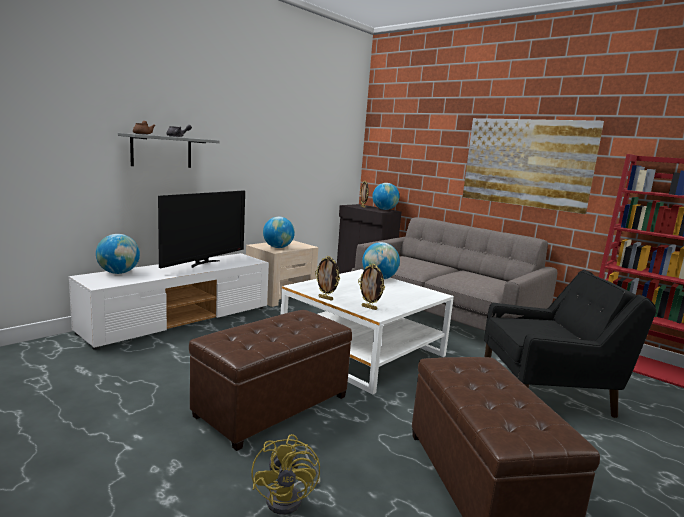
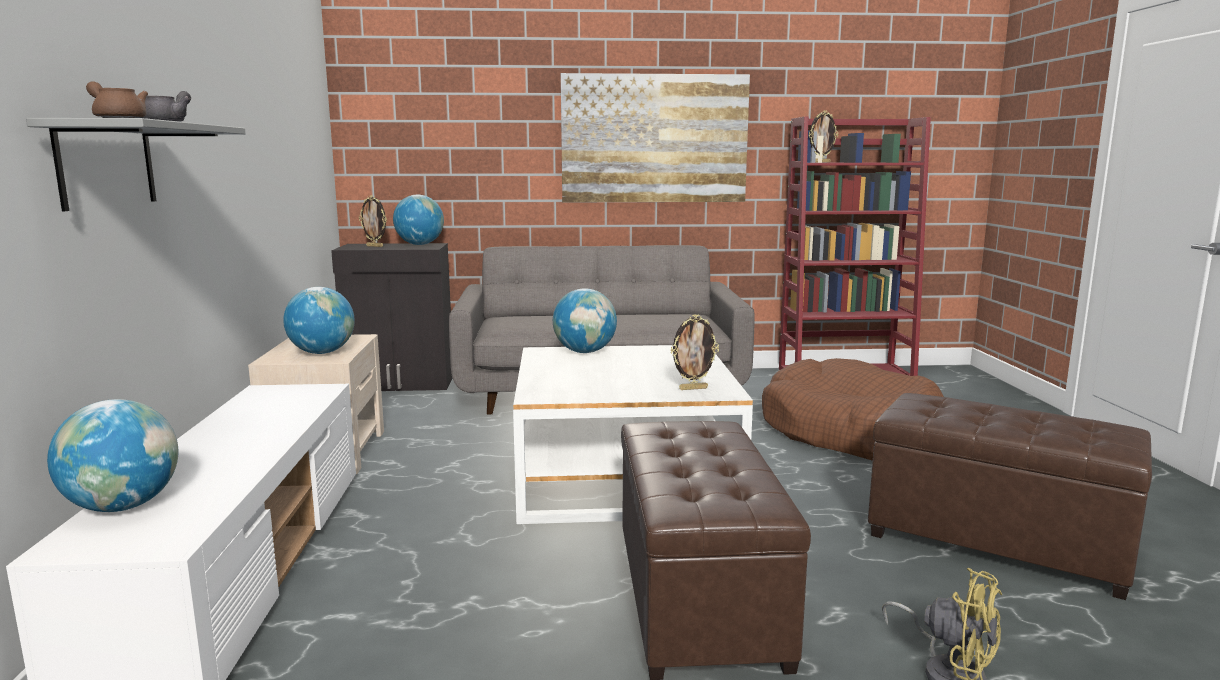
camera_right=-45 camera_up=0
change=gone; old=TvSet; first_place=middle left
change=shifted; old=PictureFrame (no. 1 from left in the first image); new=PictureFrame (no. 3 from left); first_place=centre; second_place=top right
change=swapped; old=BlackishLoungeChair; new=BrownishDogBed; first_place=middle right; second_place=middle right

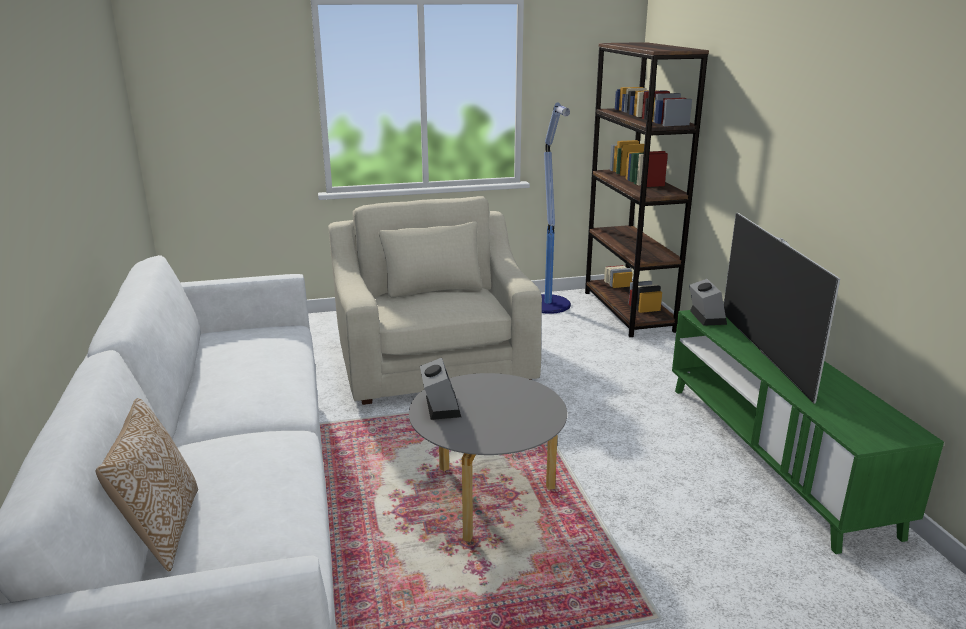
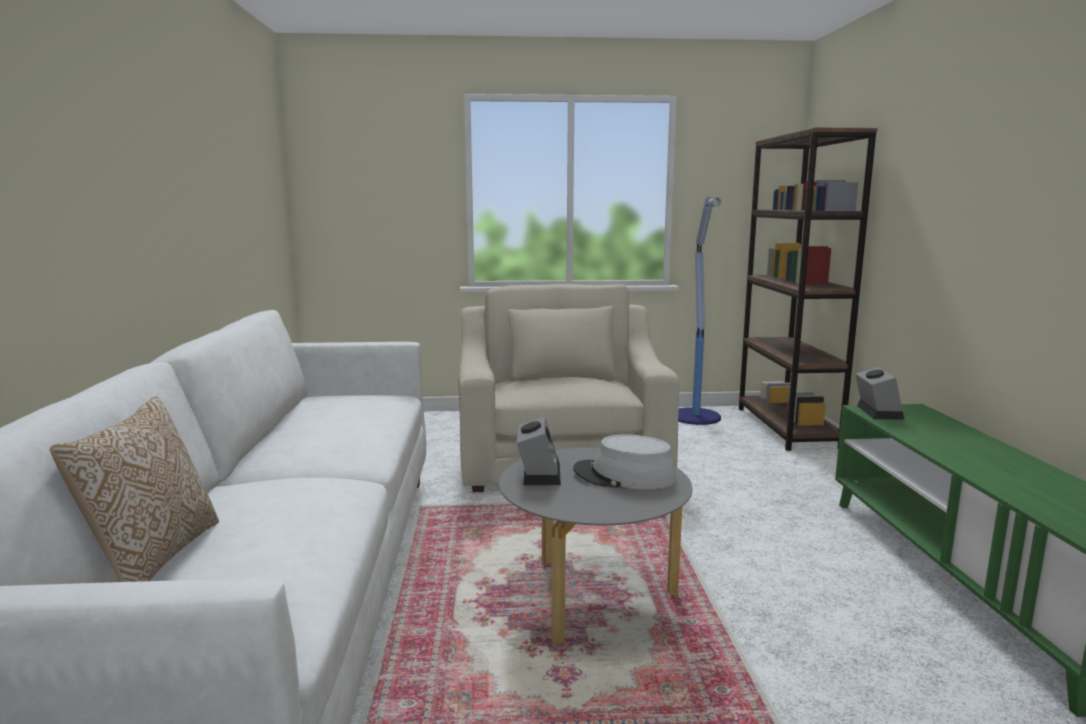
camera_right=10 camera_up=-10
change=gone; old=TvSet; first_place=middle right
change=new; new=GrayHat; second_place=centre

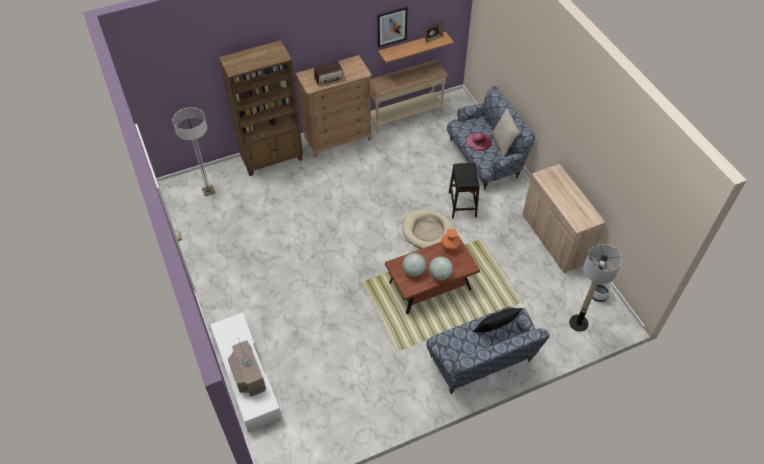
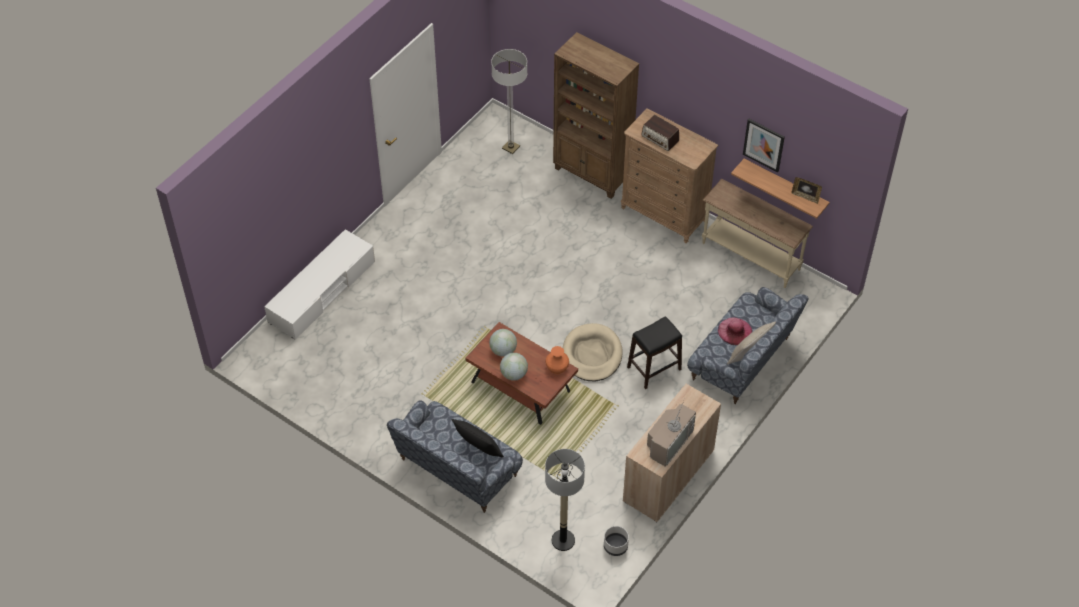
camera_right=60 camera_up=0
change=shifted; old=TvSet; first_place=bottom left; second_place=bottom centre

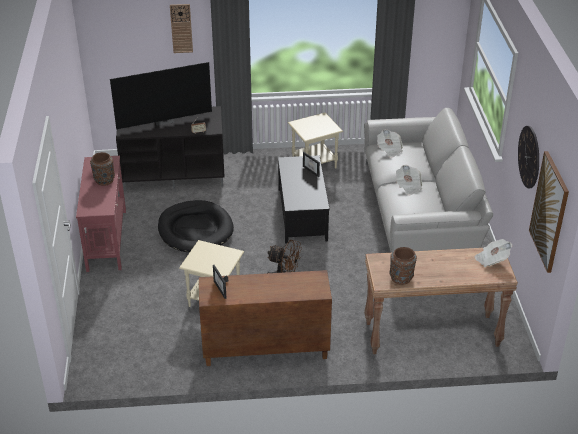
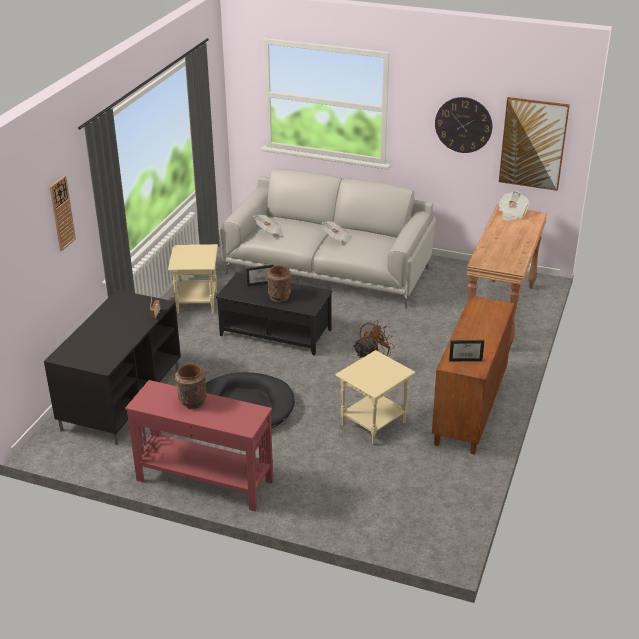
camera_right=-65 camera_up=-5
change=gone; old=TvSet; first_place=top left
change=shifted; old=BrownishFlowerVase (no. 2 from left); first_place=middle right; second_place=centre

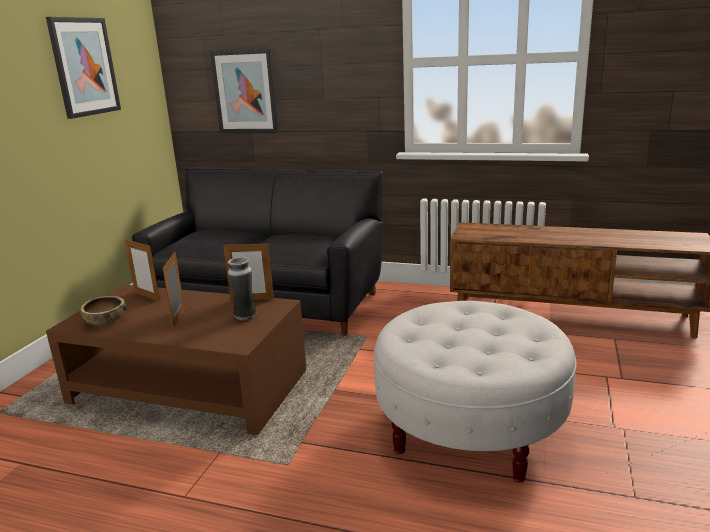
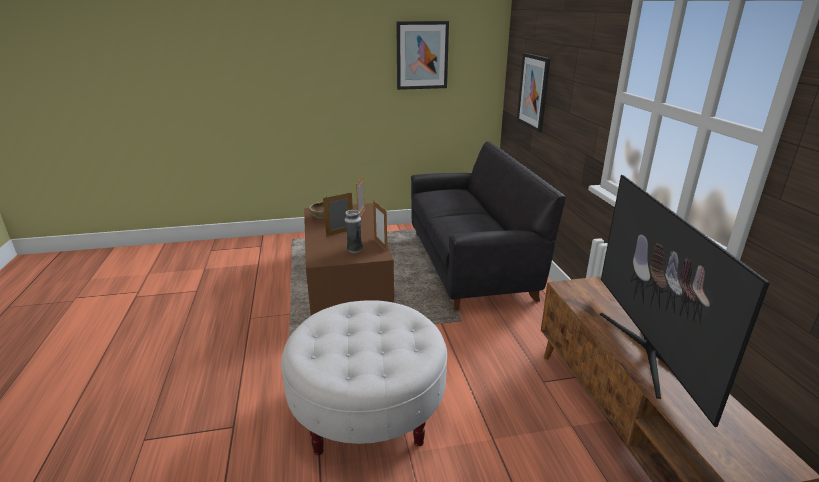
camera_right=60 camera_up=5
change=new; new=TvSet; second_place=middle right

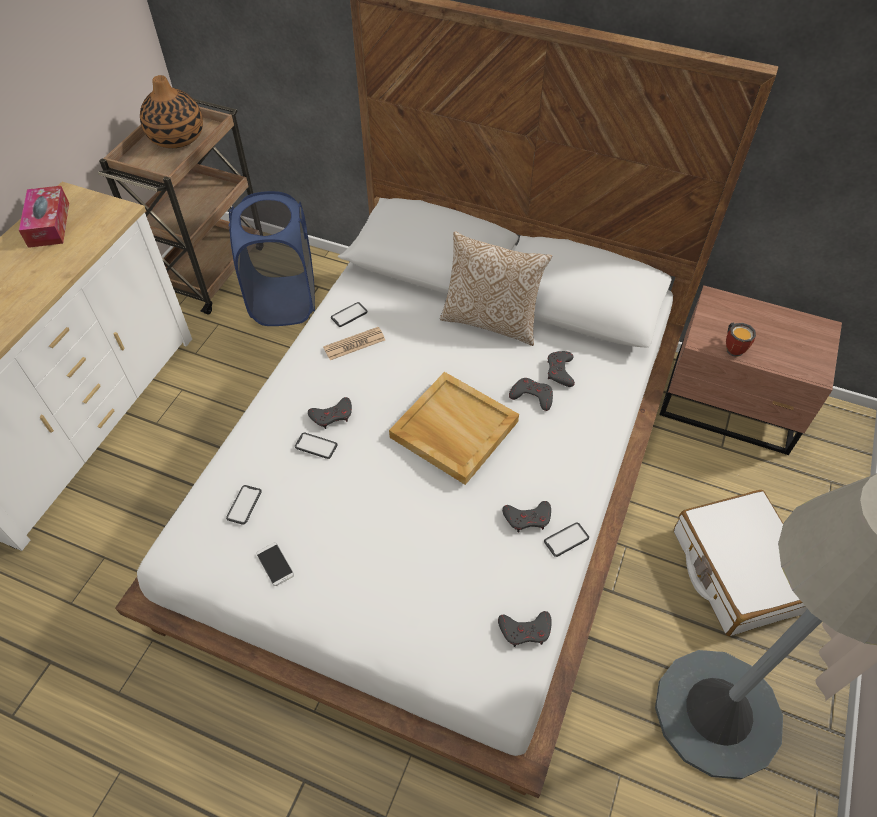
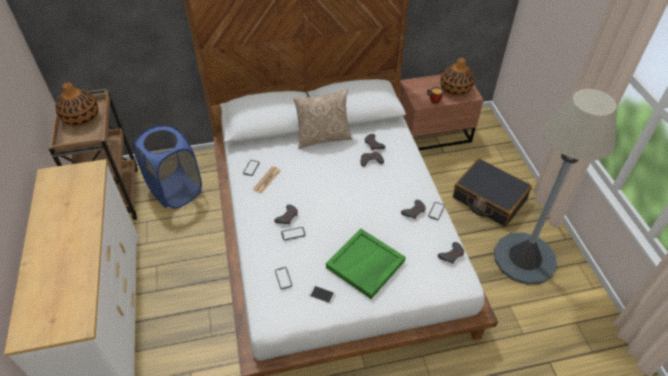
camera_right=-35 camera_up=-5
change=gone; old=TissueBox; first_place=top left
change=gone; old=BeigeCarryingTray; first_place=centre
change=repainted; old=WhitishTravelCase; new=BlackishTravelCase; first_place=bottom right; second_place=middle right
change=new; new=FlowerVase (no. 2 from left); second_place=top right
change=new; new=GreenCarryingTray; second_place=bottom centre

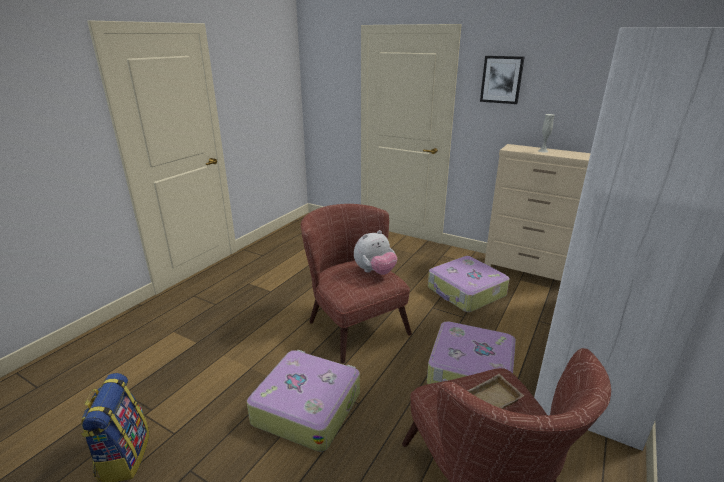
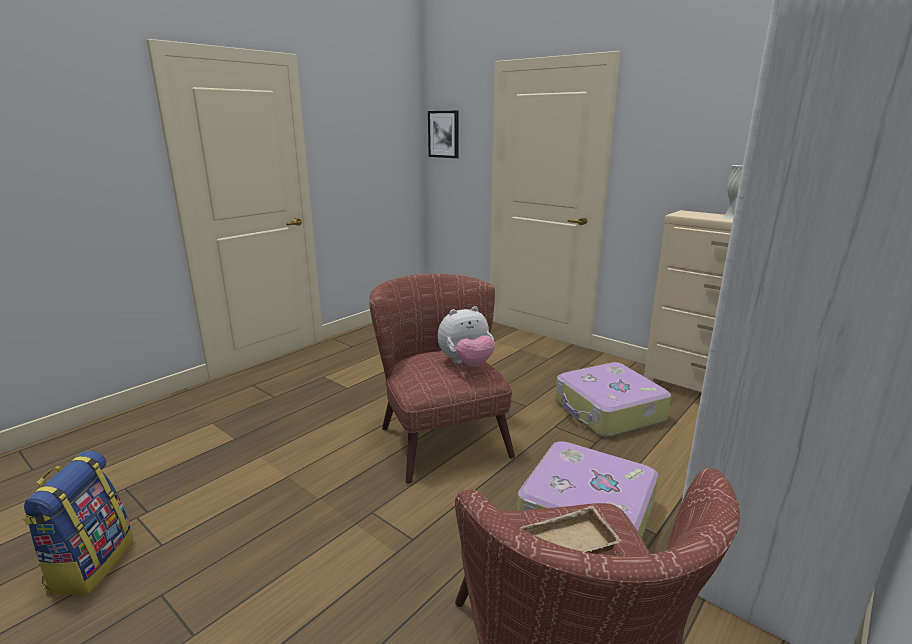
camera_right=10 camera_up=-5
change=shifted; old=WallPicture; first_place=top right; second_place=top centre
change=gone; old=TravelCase (no. 1 from left); first_place=bottom centre

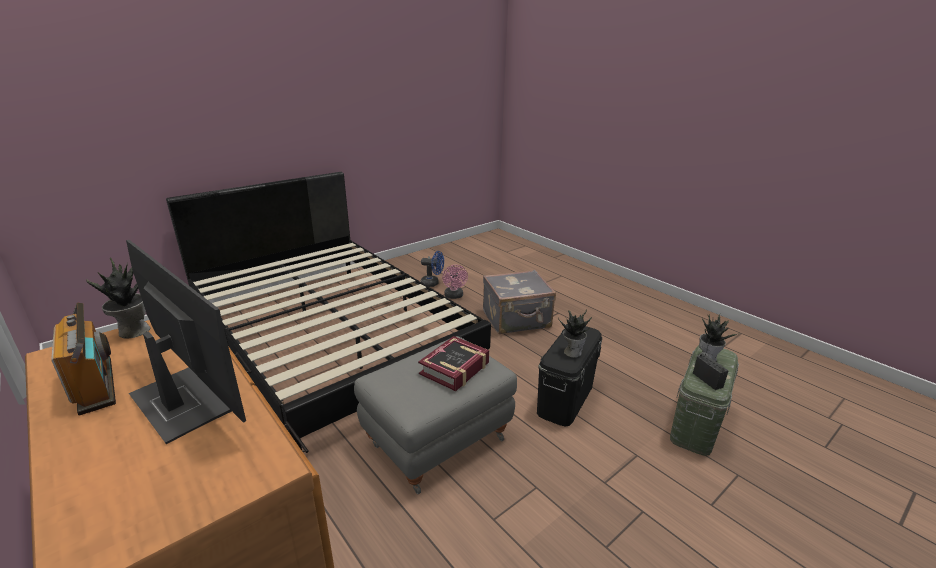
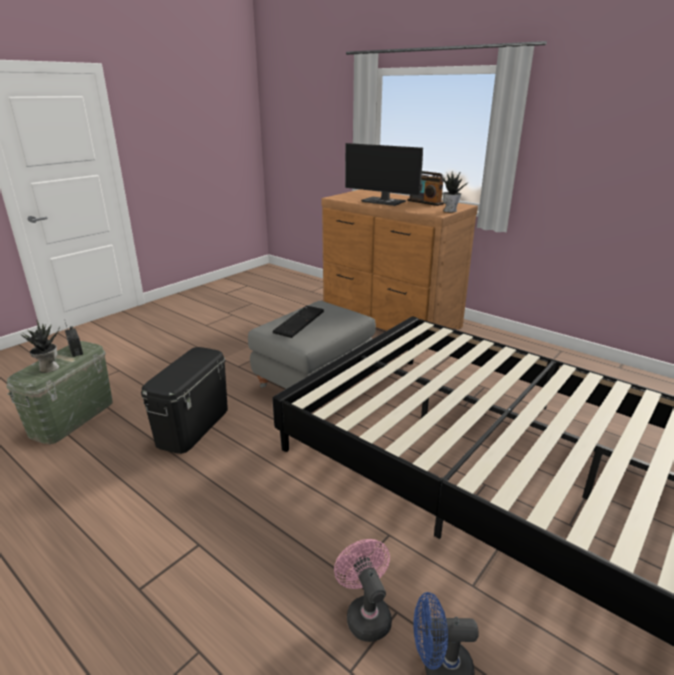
camera_right=170 camera_up=0
change=gone; old=GrayTravelCase; first_place=centre
change=gone; old=PottedPlant (no. 2 from left); first_place=centre
change=swapped; old=Book; new=ComputerKeyboard; first_place=centre; second_place=centre

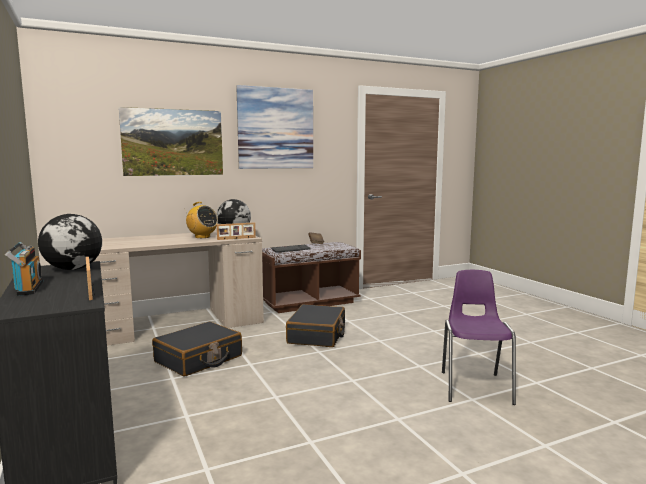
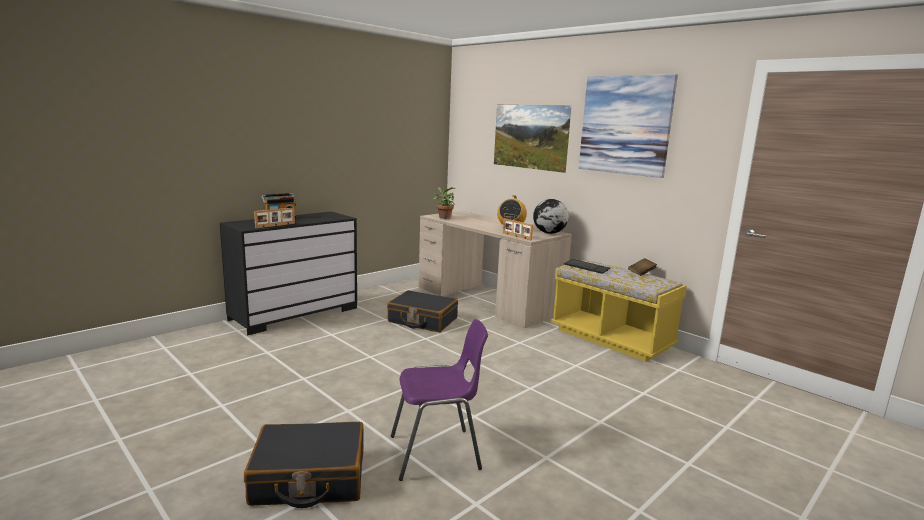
camera_right=70 camera_up=5
change=gone; old=Globe (no. 1 from left); first_place=middle left
change=repainted; old=BrownishBench; new=YellowishBench; first_place=centre; second_place=middle right
change=shifted; old=BlackishTravelCase (no. 2 from left in the first image); new=BlackishTravelCase (no. 1 from left); first_place=bottom centre; second_place=bottom left
change=new; new=PottedPlant; second_place=centre

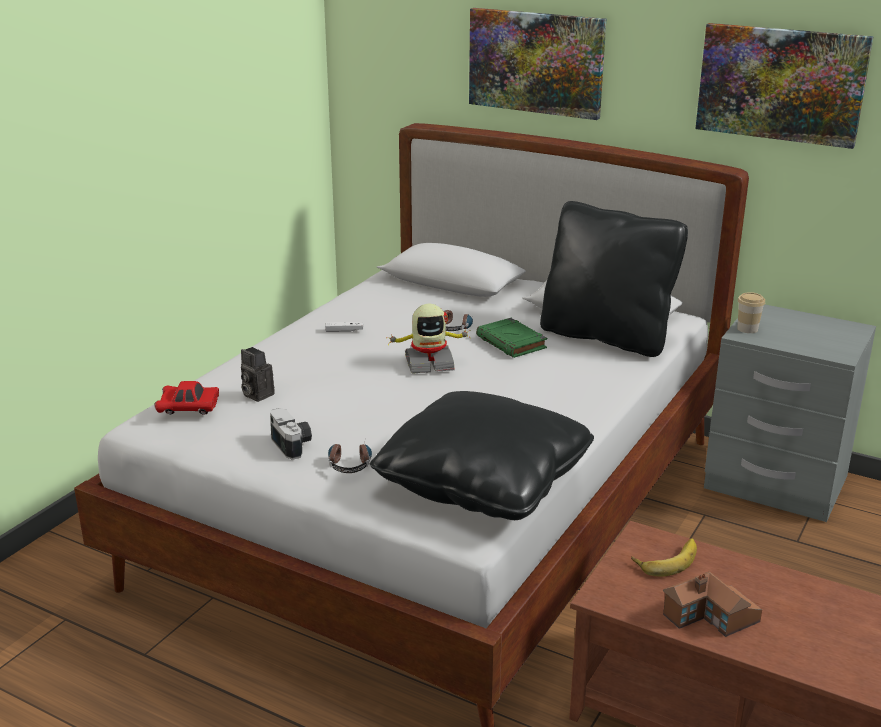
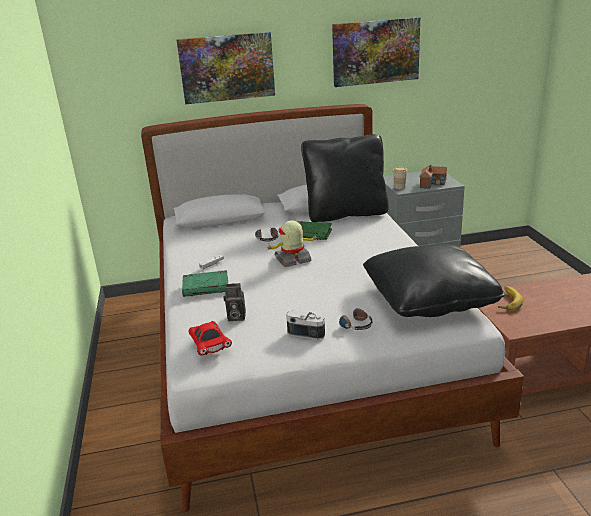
camera_right=-40 camera_up=0
change=rotated; old=RobotFigure; first_place=centre; second_place=centre; degrees=-150
change=rotated; old=RedColouredModelCar; first_place=middle left; second_place=centre; degrees=-75
change=shifted; old=MiniatureHouse; first_place=bottom right; second_place=middle right
change=new; new=GreenBook (no. 1 from left); second_place=centre

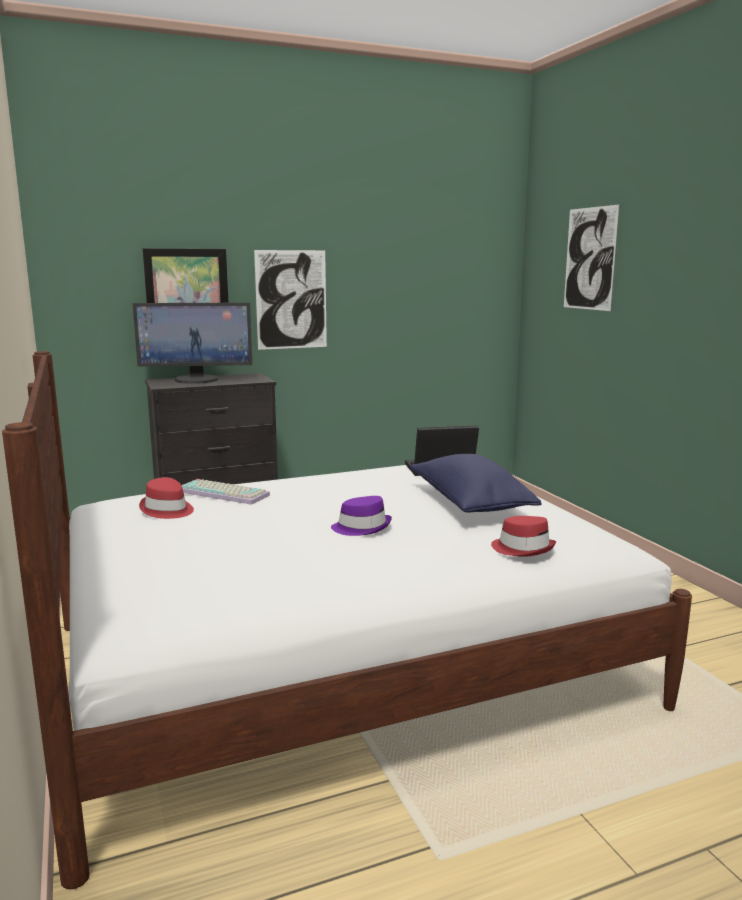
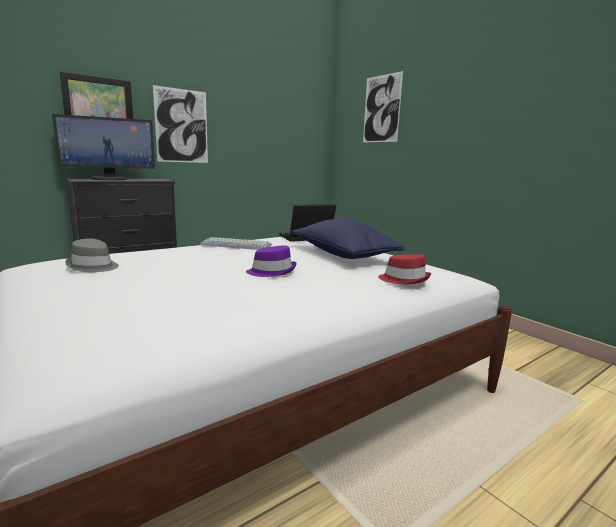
camera_right=-15 camera_up=0
change=repainted; old=RedColouredHat (no. 1 from left); new=GrayHat; first_place=middle left; second_place=middle left
change=shifted; old=ComputerKeyboard; first_place=middle left; second_place=centre

